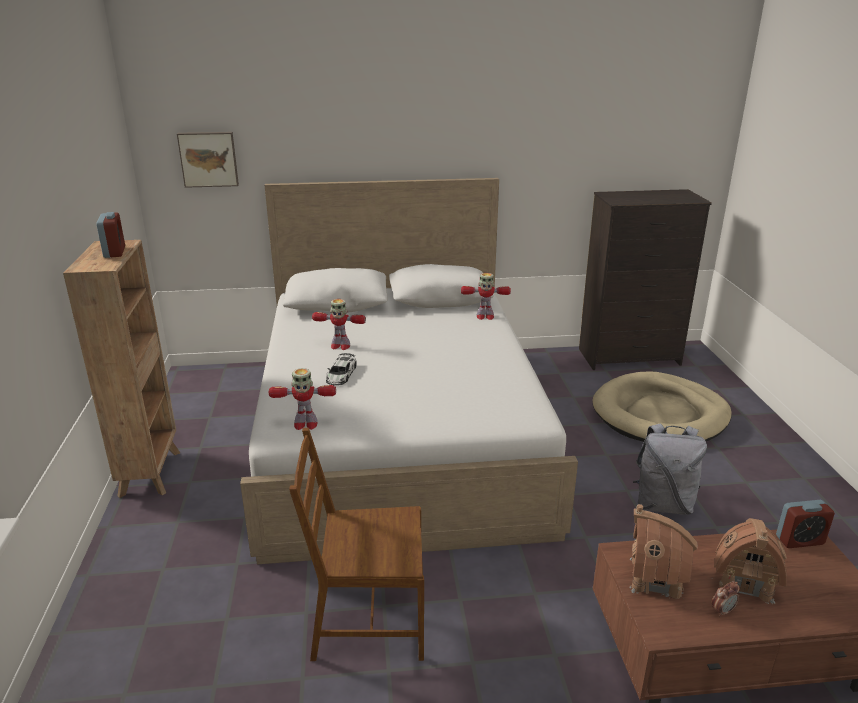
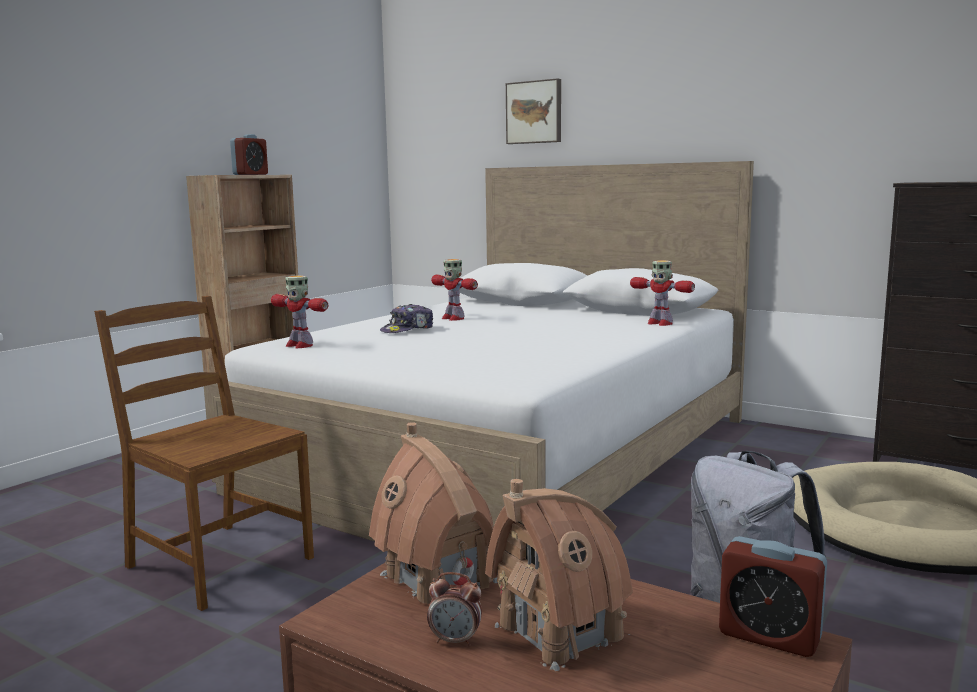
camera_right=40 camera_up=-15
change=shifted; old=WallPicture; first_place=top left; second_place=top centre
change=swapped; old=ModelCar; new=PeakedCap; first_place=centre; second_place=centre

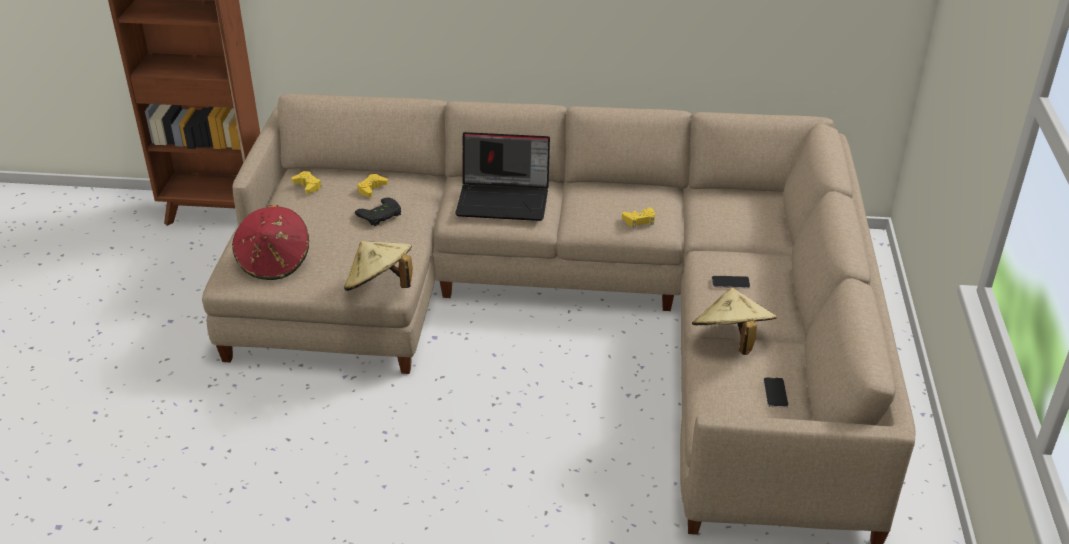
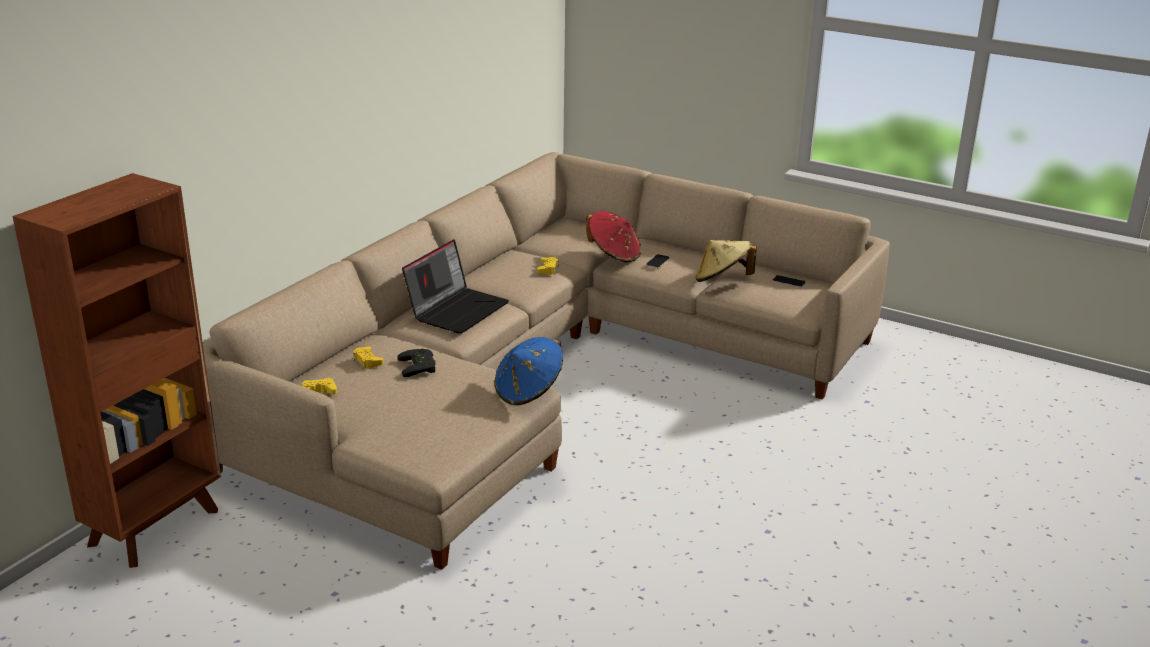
camera_right=-65 camera_up=-10
change=shifted; old=RedColouredHat; first_place=middle left; second_place=centre
change=repainted; old=BeigeHat (no. 1 from left); new=BluishHat; first_place=centre; second_place=centre

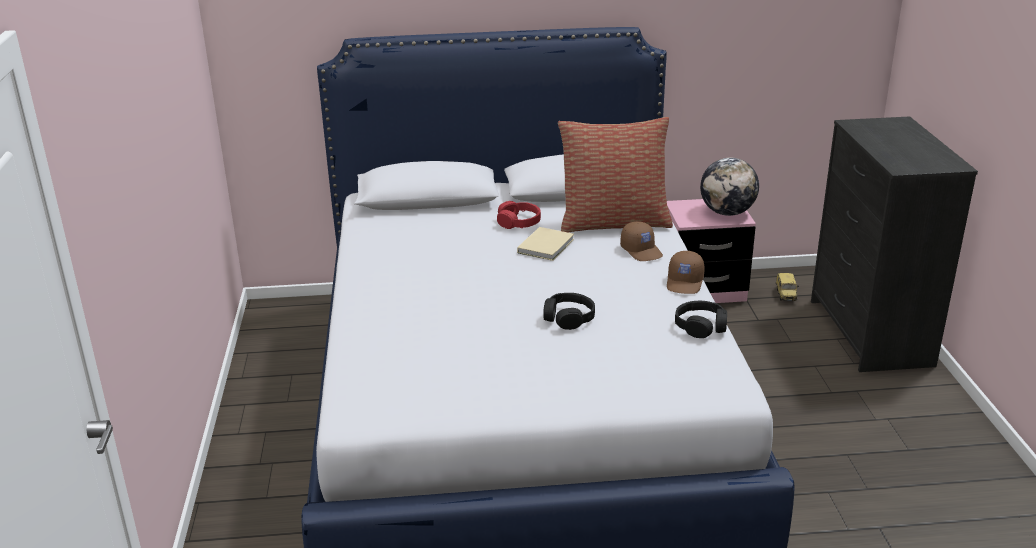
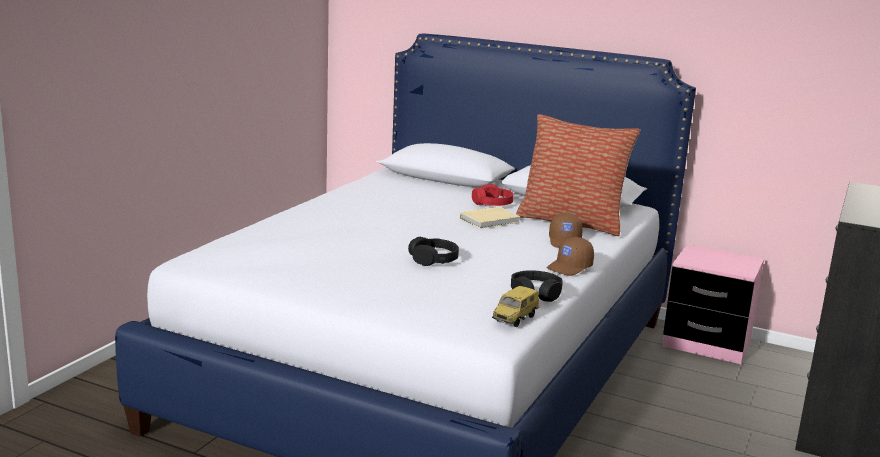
camera_right=30 camera_up=-10
change=gone; old=Globe; first_place=middle right
change=shifted; old=ModelCar; first_place=middle right; second_place=bottom centre

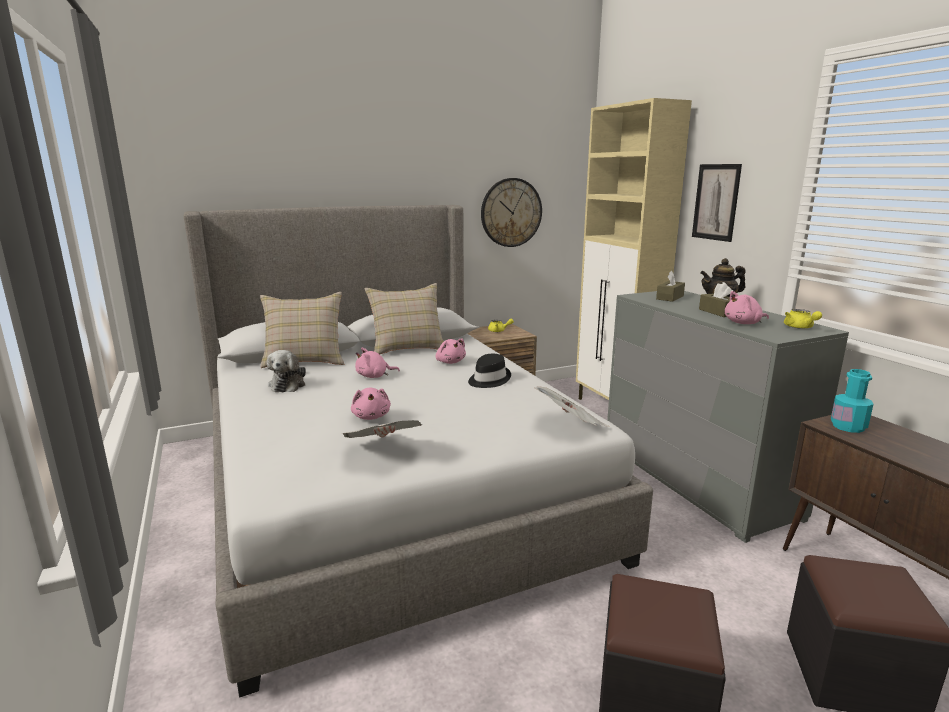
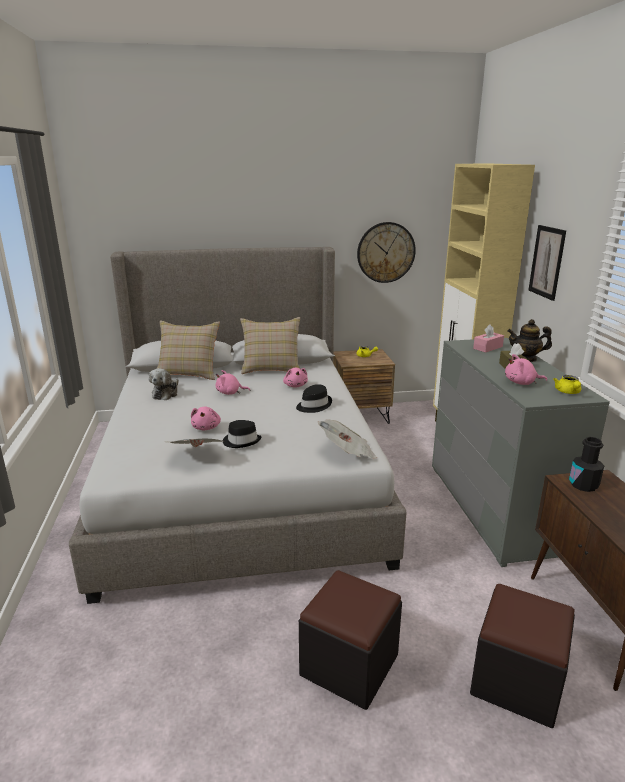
camera_right=15 camera_up=5
change=repainted; old=BrownishTissueBox (no. 1 from left); new=PinkTissueBox; first_place=middle right; second_place=middle right
change=repainted; old=TurquoiseBottle; new=BlackishBottle; first_place=middle right; second_place=middle right
change=new; new=BlackishHat (no. 1 from left); second_place=centre

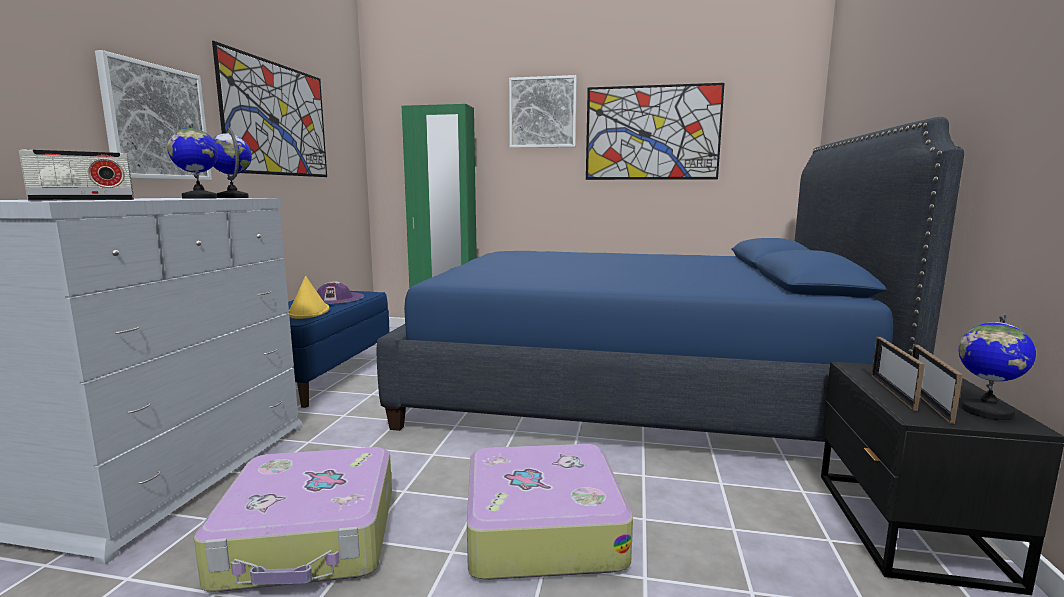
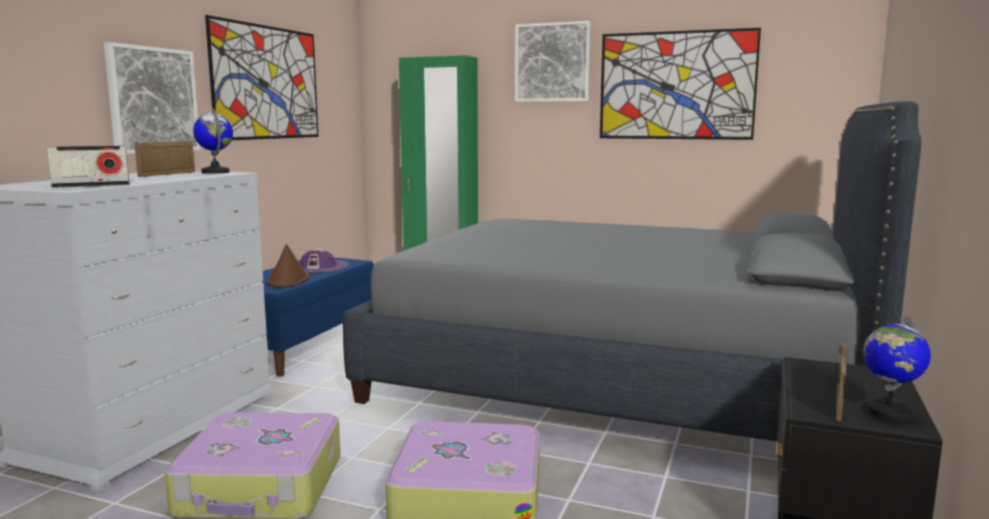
camera_right=10 camera_up=0
change=repainted; old=BluishSleepingBed; new=GraySleepingBed; first_place=centre; second_place=centre
change=gone; old=Globe (no. 1 from left); first_place=top left
change=repainted; old=YellowishHat; new=BrownishHat; first_place=middle left; second_place=middle left
change=shifted; old=PictureFrame (no. 1 from left); first_place=middle right; second_place=top left

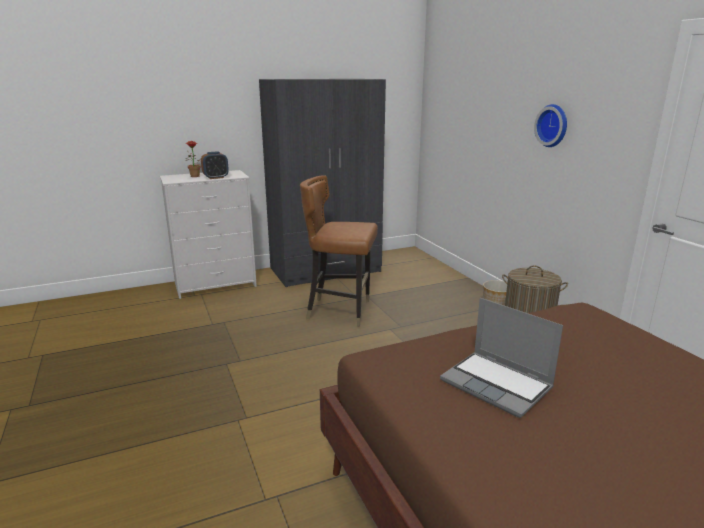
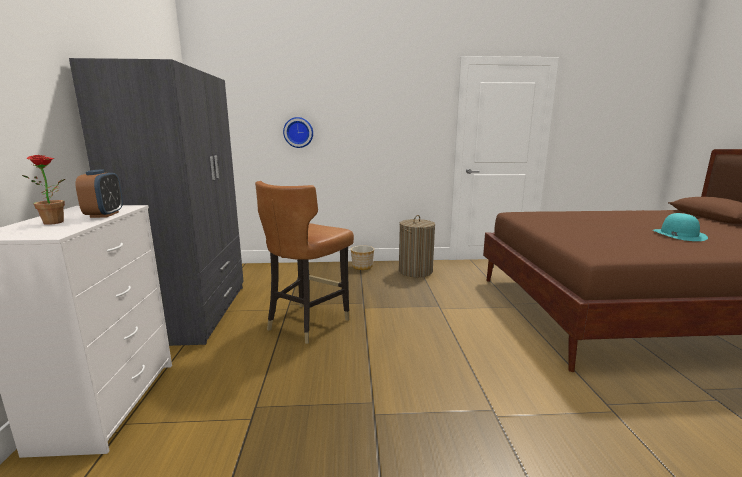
camera_right=-70 camera_up=-5
change=shifted; old=ClockOnTheWall; first_place=top right; second_place=top centre
change=gone; old=PortableComputer; first_place=bottom right
change=new; new=TurquoiseHat; second_place=middle right

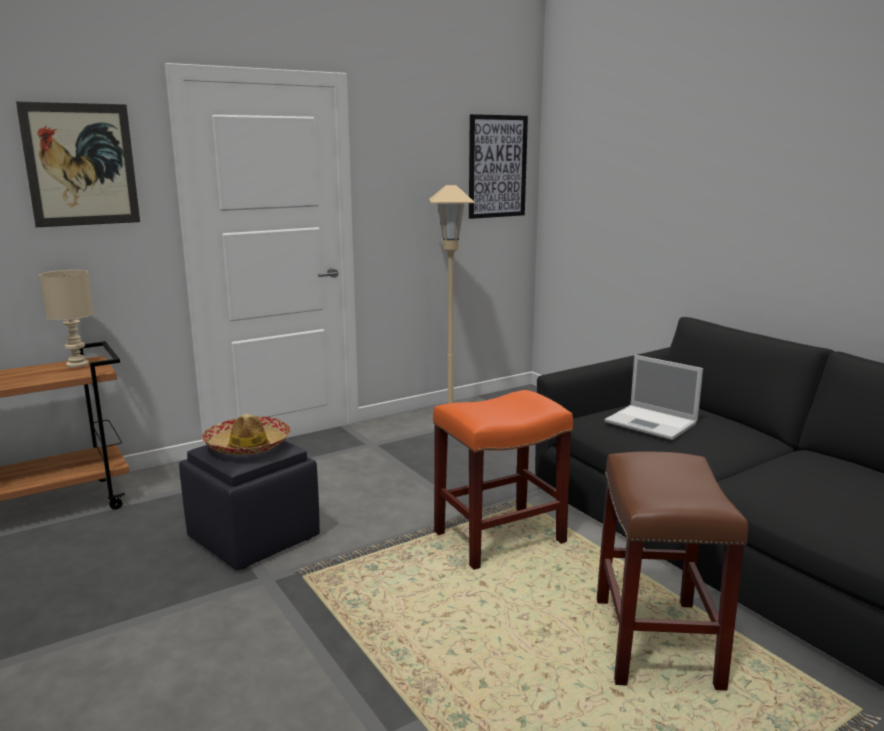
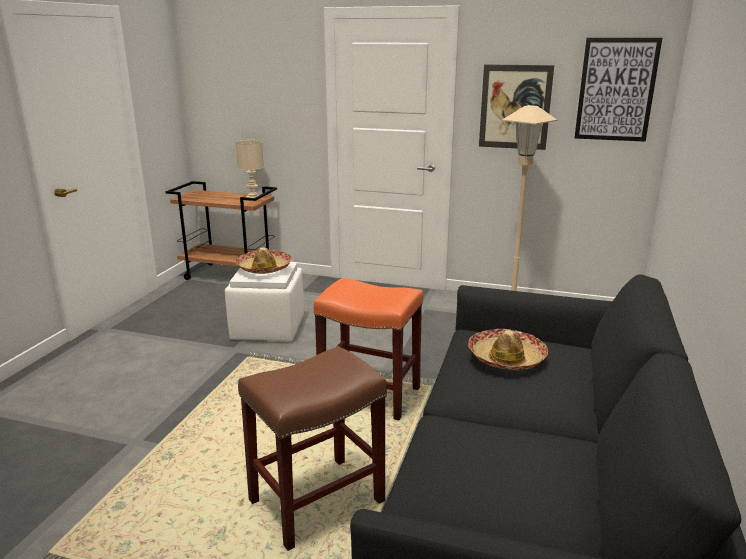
camera_right=50 camera_up=5
change=shifted; old=WallPicture (no. 1 from left); first_place=top left; second_place=top right
change=swapped; old=PortableComputer; new=Hat (no. 2 from left); first_place=middle right; second_place=middle right
change=repainted; old=BlackishPouffe; new=WhitishPouffe; first_place=bottom left; second_place=centre

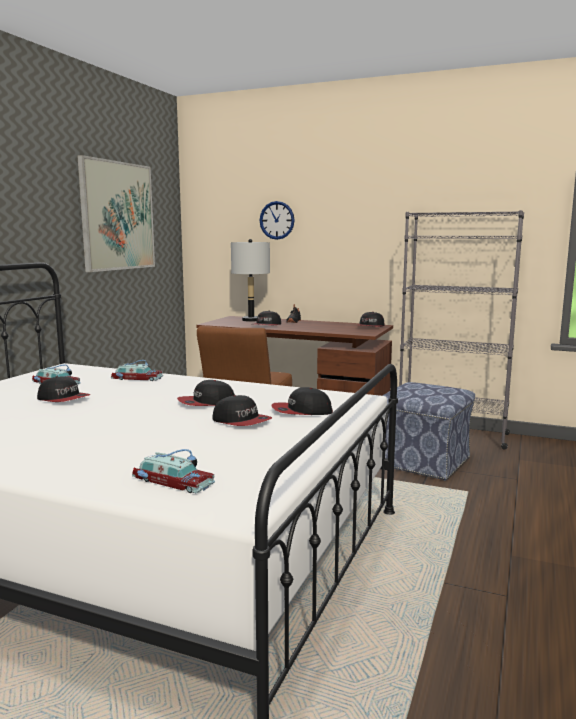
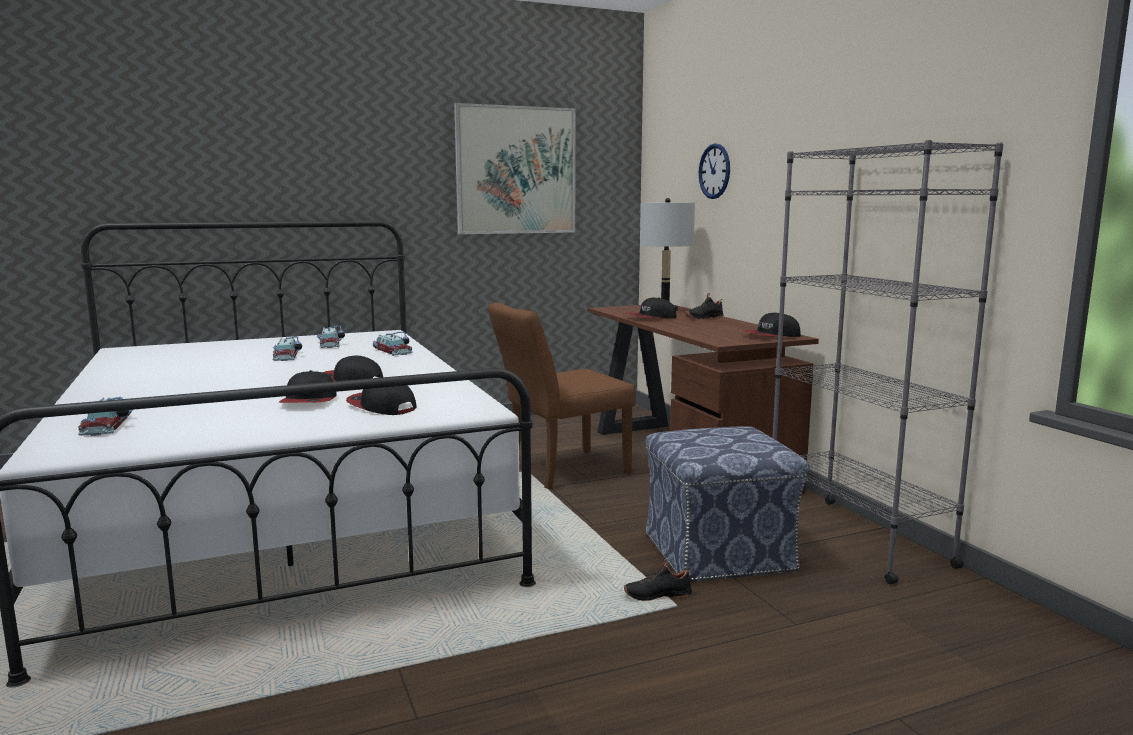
camera_right=45 camera_up=0
change=swapped; old=PeakedCap (no. 1 from left); new=ModelCar (no. 2 from left); first_place=middle left; second_place=middle left
change=new; new=BlackishShoe (no. 1 from left); second_place=bottom centre

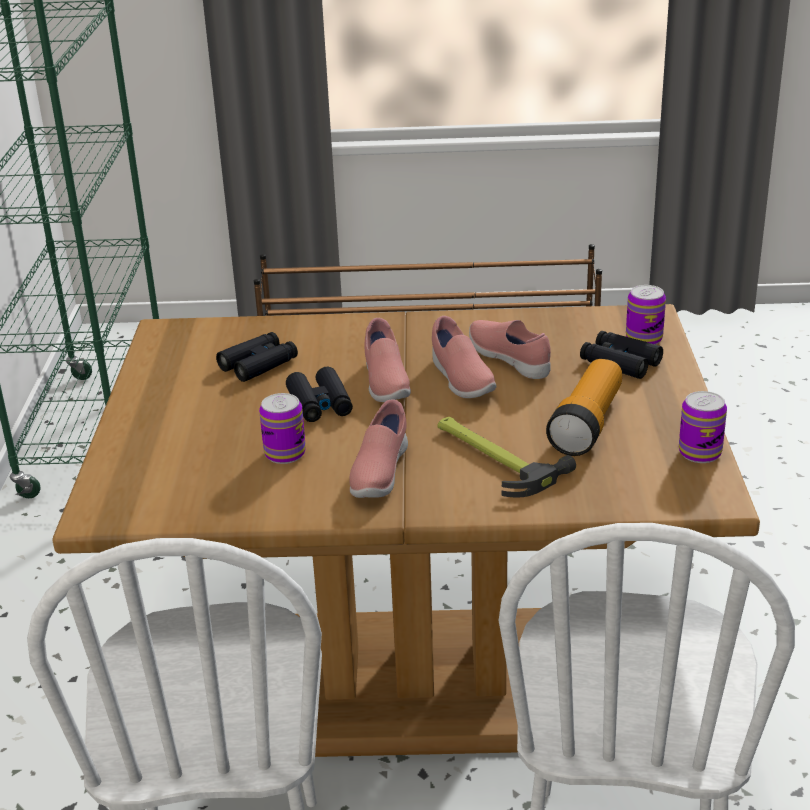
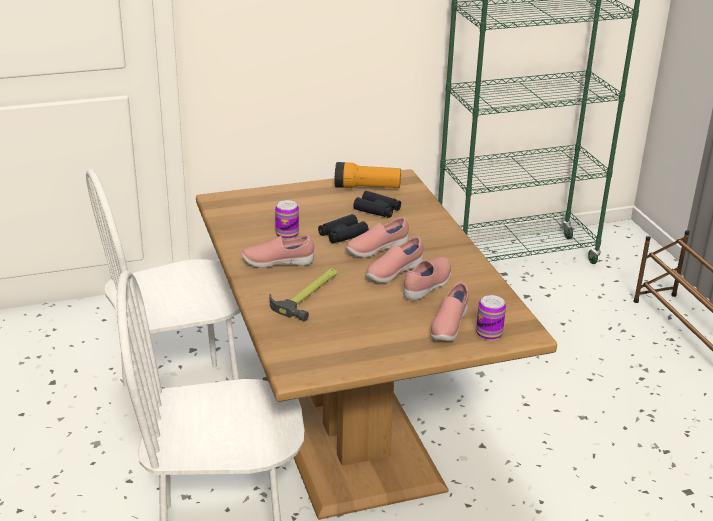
camera_right=70 camera_up=0
change=swapped; old=BlackishBinoculars (no. 3 from left); new=PinkShoe (no. 5 from left); first_place=middle right; second_place=centre
change=shifted; old=Flashlight; first_place=middle right; second_place=centre
change=gone; old=Can (no. 3 from left); first_place=middle right

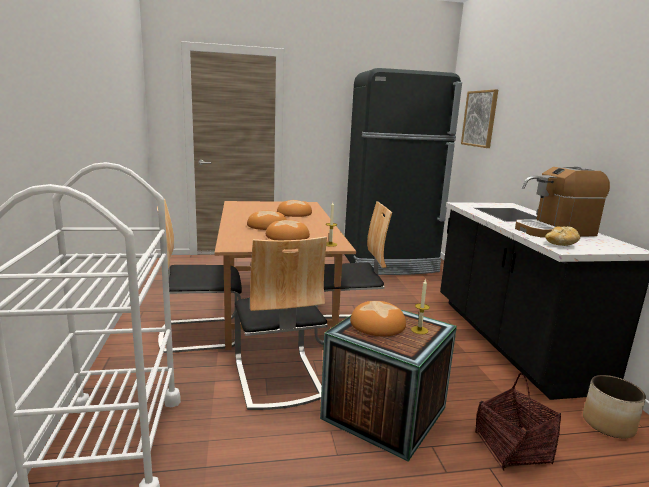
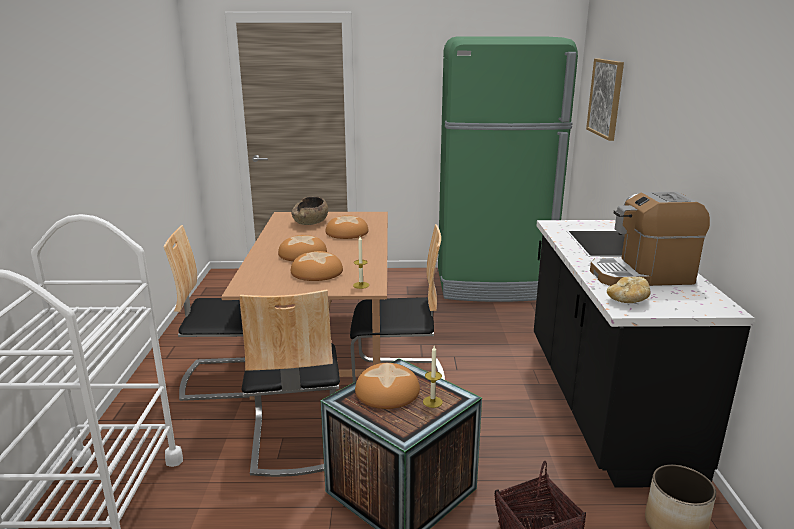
camera_right=10 camera_up=5
change=repainted; old=BlackishRefrigerator; new=GreenRefrigerator; first_place=centre; second_place=top centre
change=new; new=BrownishServingBowl; second_place=centre

